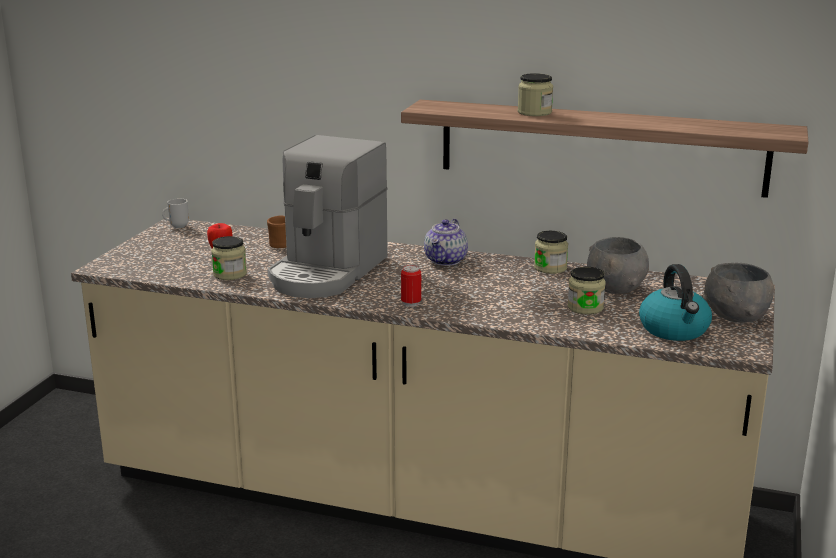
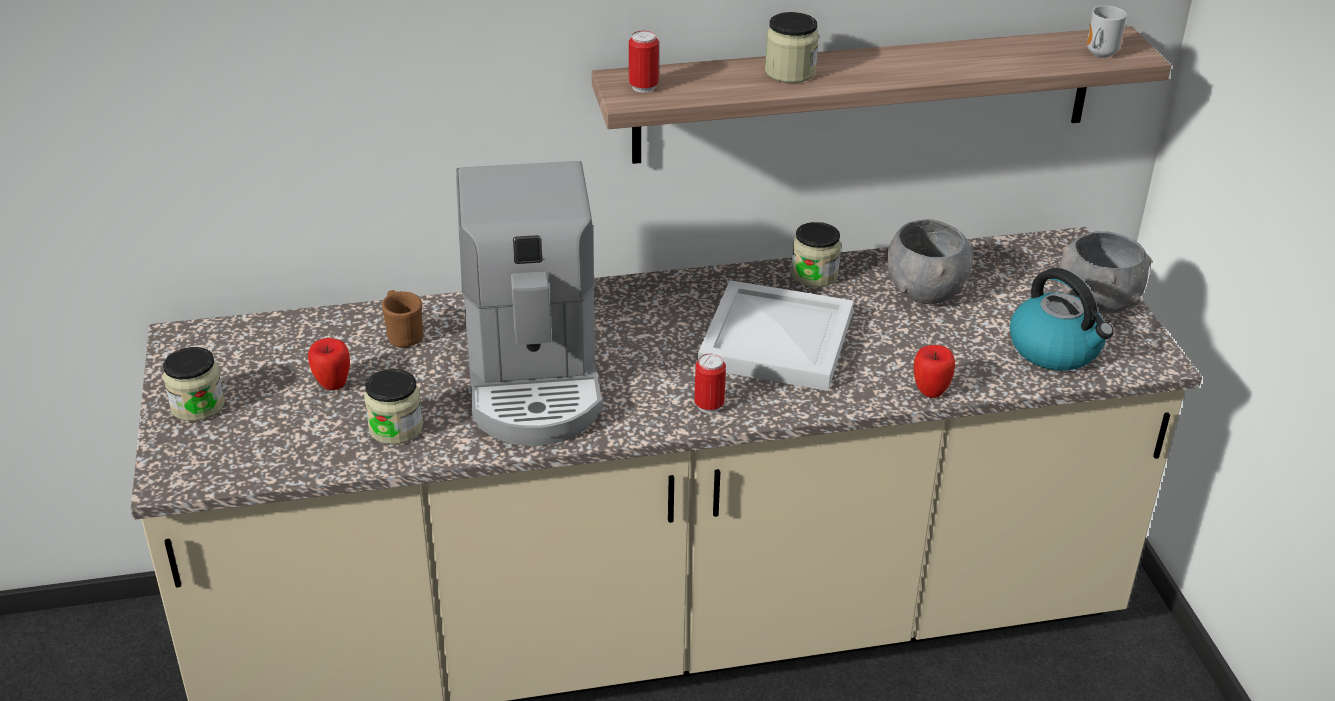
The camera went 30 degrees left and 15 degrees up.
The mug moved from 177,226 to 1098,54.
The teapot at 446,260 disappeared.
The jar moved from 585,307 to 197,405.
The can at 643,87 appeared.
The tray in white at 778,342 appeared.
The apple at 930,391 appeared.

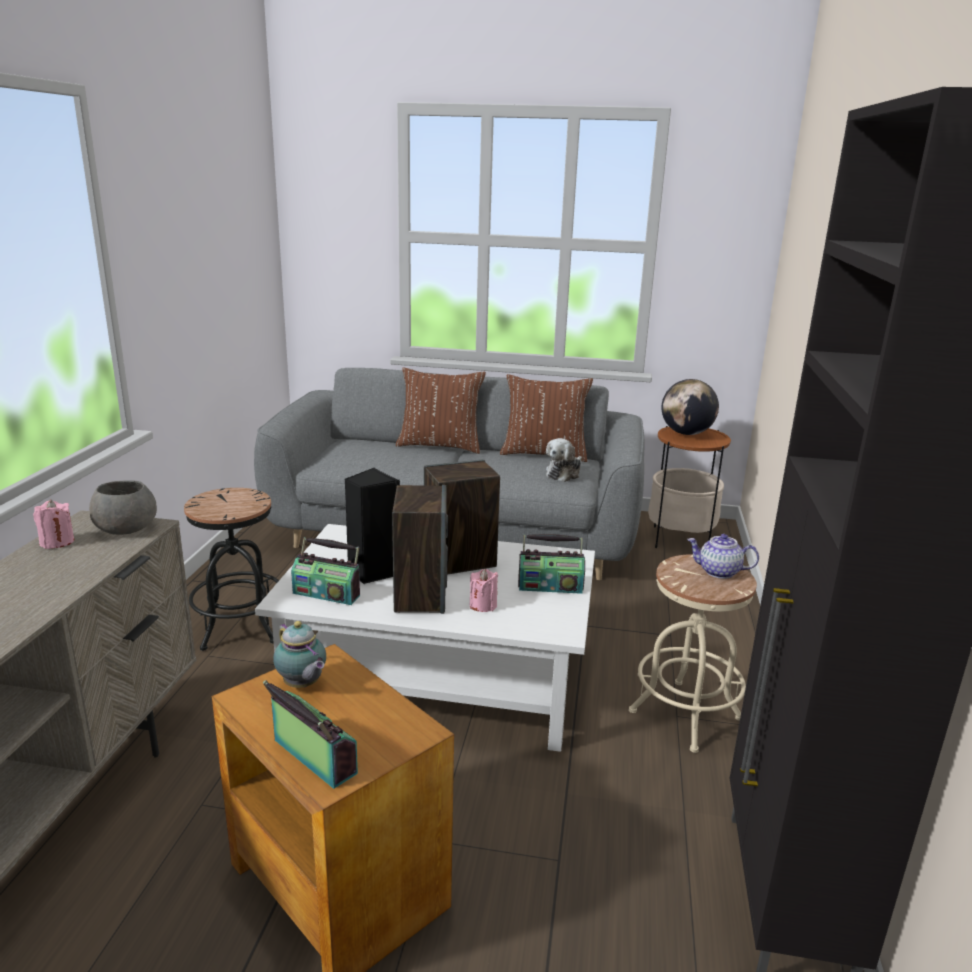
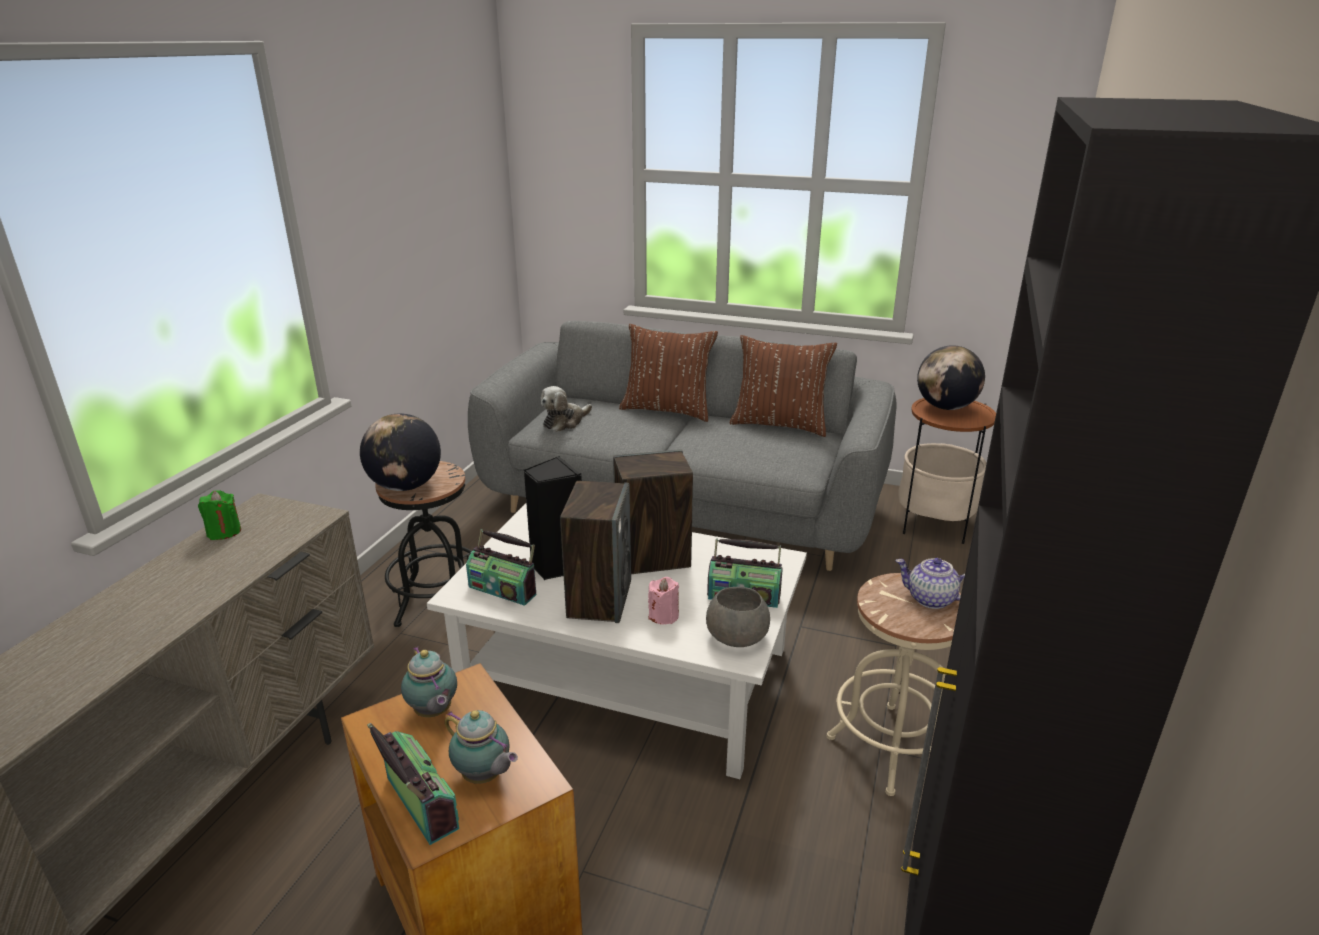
The camera went 10 degrees right and 5 degrees up.
The candle in pink at 57,542 became the candle in green at 224,532.
The bowl in grey moved from 125,528 to 735,636.
The plush toy moved from 564,473 to 565,422.
The globe at 405,486 appeared.
The teapot at 484,776 appeared.

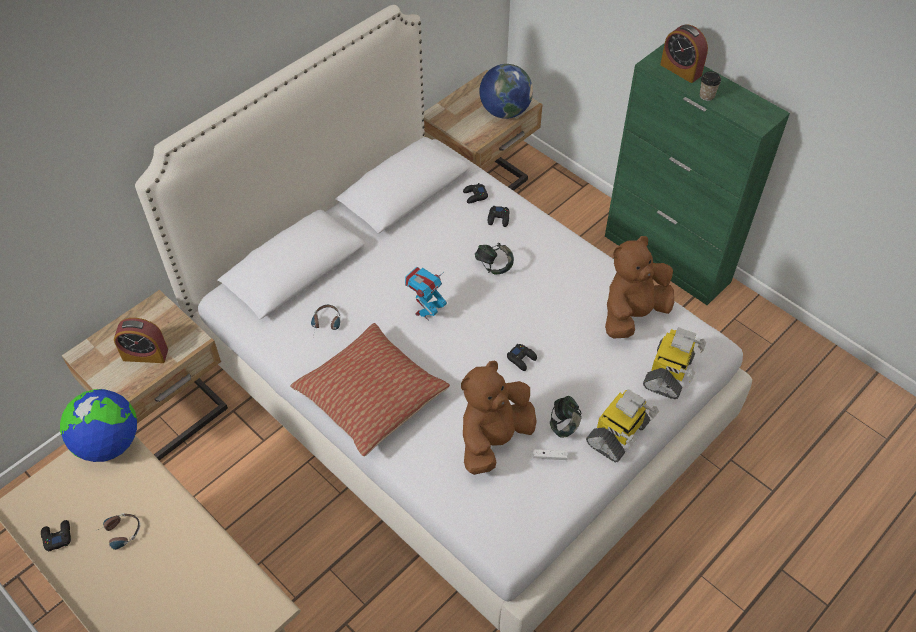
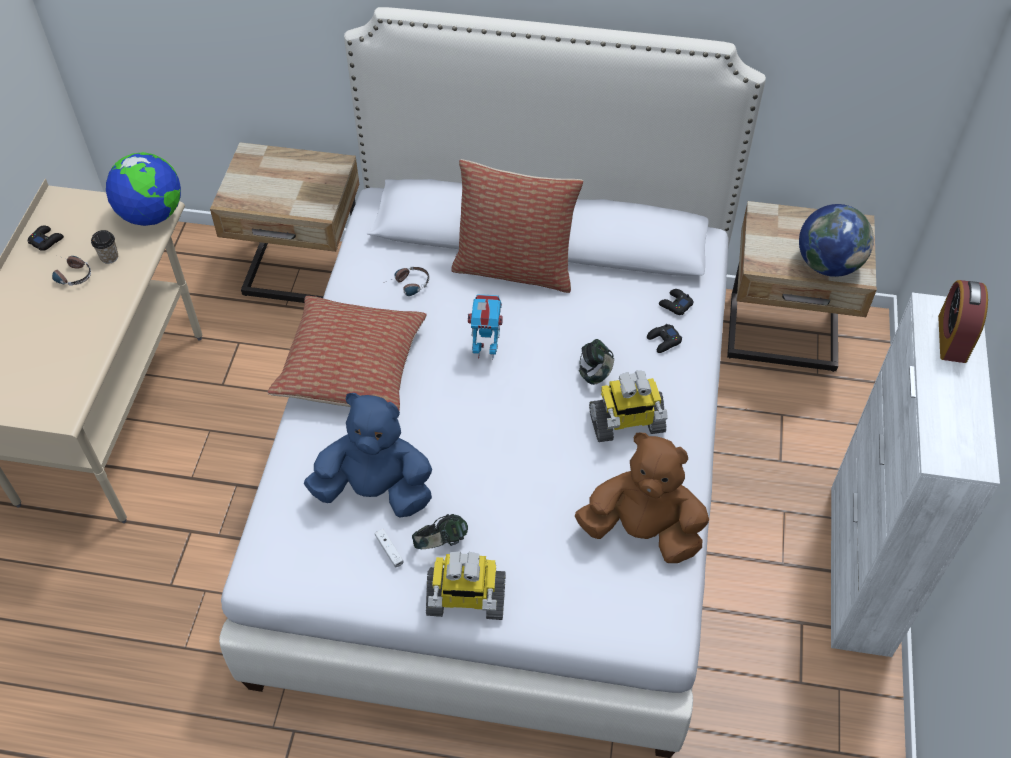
The camera went 55 degrees right and 0 degrees up.
The alarm clock at 145,354 disappeared.
The plush toy in brown at 493,438 became the plush toy in blue at 375,490.
The game controller in black at 522,359 disappeared.
The cabinet in green at 667,259 became the cabinet in white at 859,569.
The toy robot moved from 669,373 to 626,423.
The cup moved from 706,96 to 109,257.
The pillow at 515,267 appeared.

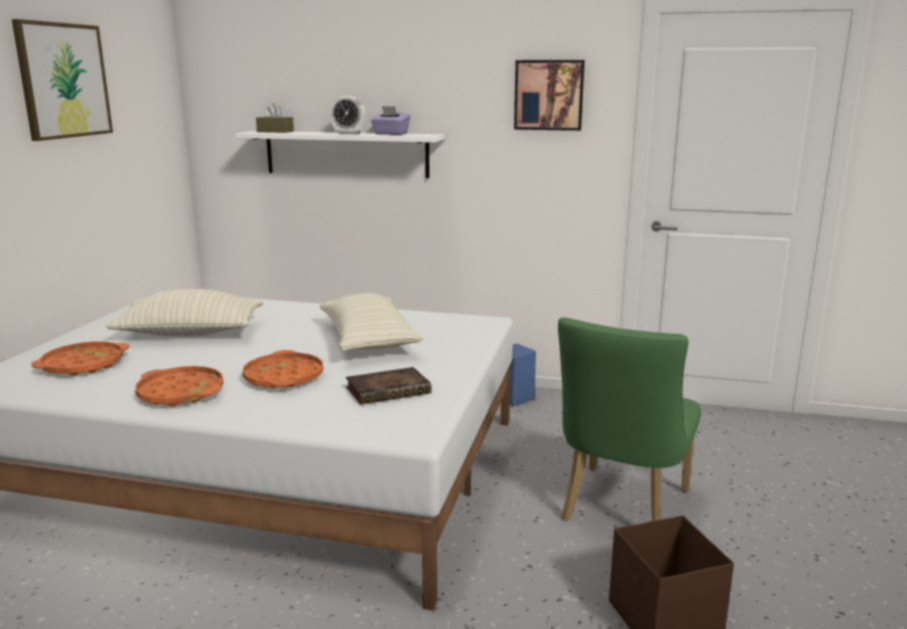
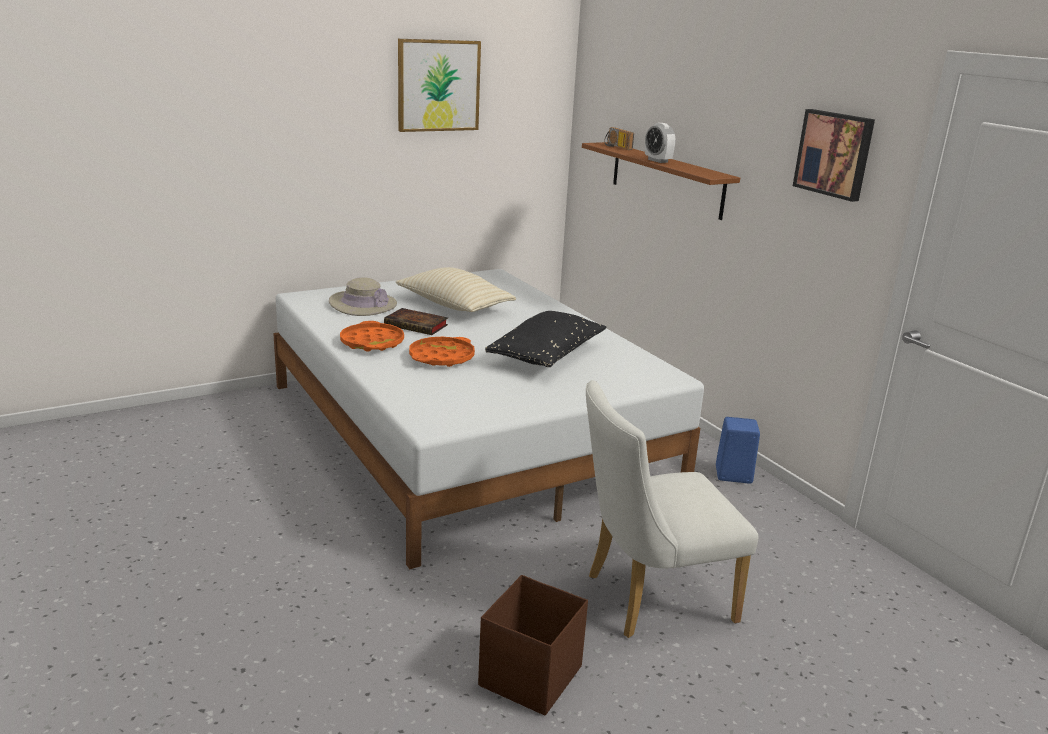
The camera went 45 degrees right and 5 degrees up.
The tray in orange at 83,365 was replaced by the hat in beige at 363,304.
The shelf in white at 346,154 became the shelf in brown at 666,179.
The tissue box in brown at 275,131 was replaced by the radio at 616,147.
The pillow in beige at 368,341 became the pillow in black at 547,356.
The book moved from 390,390 to 418,325.
The tissue box in purple at 390,134 disappeared.
The chair in green at 621,510 became the chair in white at 649,599.

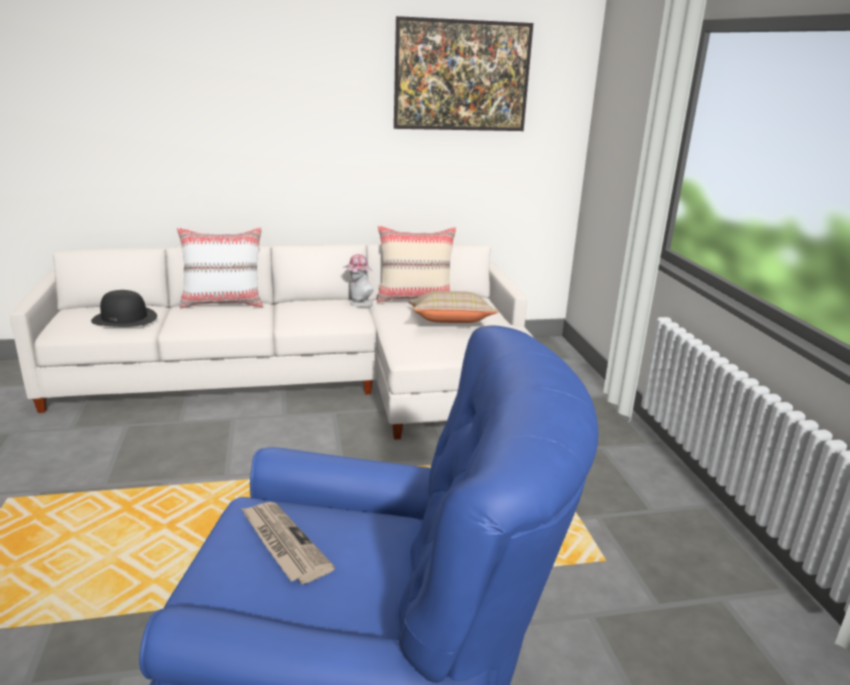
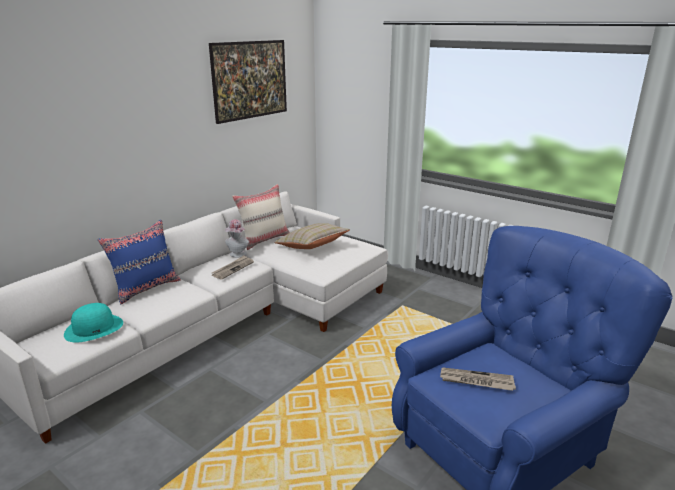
The camera went 40 degrees left and 0 degrees up.
The hat in black at 125,318 became the hat in turquoise at 94,328.
The pillow in white at 223,303 became the pillow in blue at 146,288.
The newspaper at 233,268 appeared.

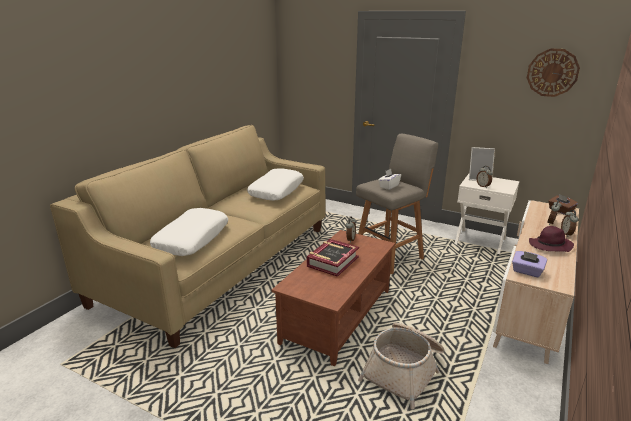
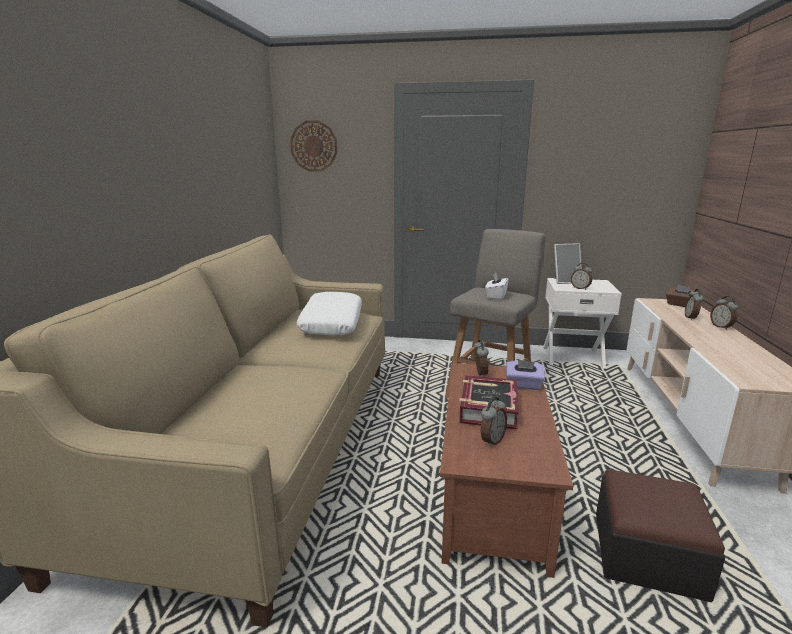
The camera went 20 degrees left and 5 degrees down.
The pillow in white at 192,239 disappeared.
The basket at 404,370 was replaced by the ottoman at 647,554.
The tissue box in purple moved from 527,272 to 523,385.
The wall clock moved from 552,72 to 314,146.
The hat in purple at 550,246 disappeared.
The alarm clock at 491,441 appeared.

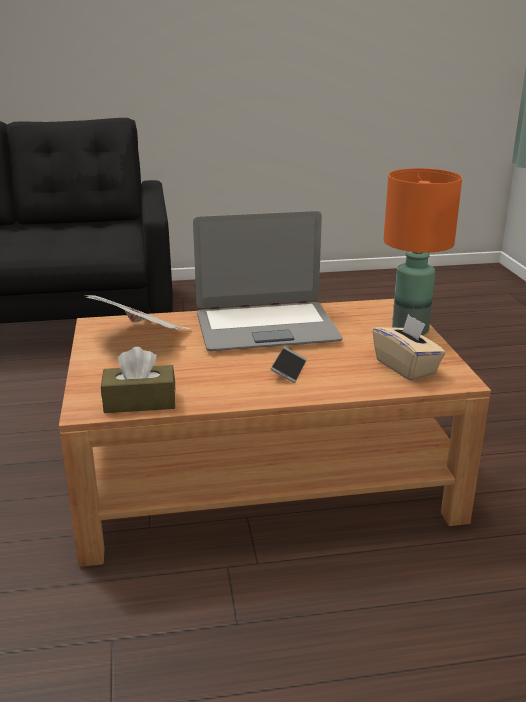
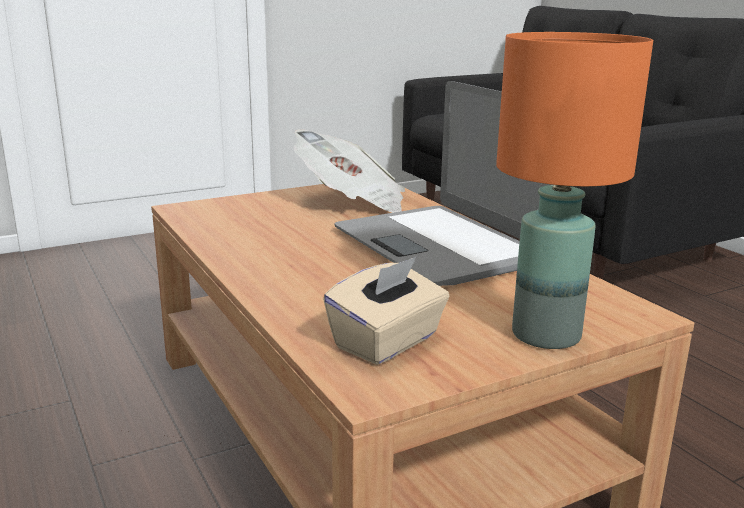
The camera went 70 degrees right and 5 degrees down.
The tissue box in brown at 140,402 disappeared.
The phone at 289,370 disappeared.

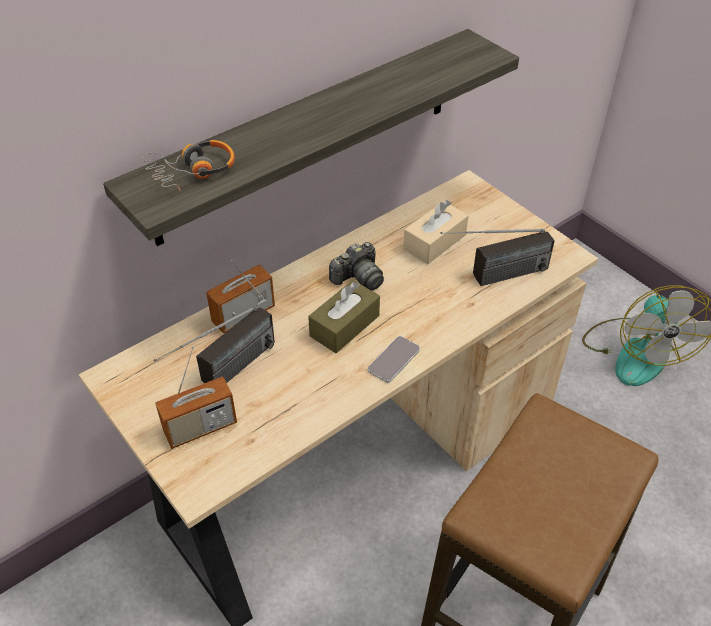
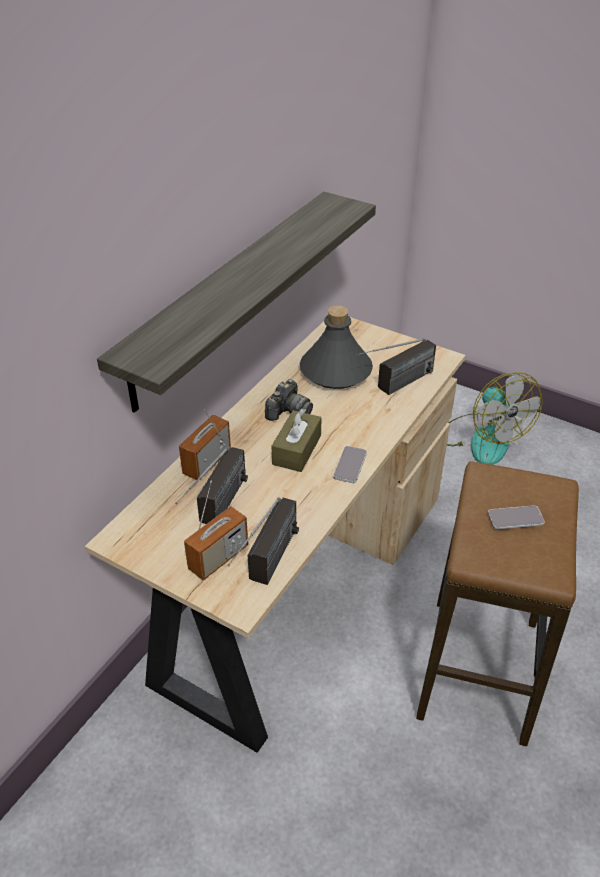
The camera went 20 degrees left and 5 degrees down.
The headphones at 193,172 disappeared.
The tissue box in beige at 434,242 was replaced by the bottle in grey at 335,371.
The radio at 267,569 appeared.
The phone at 515,518 appeared.

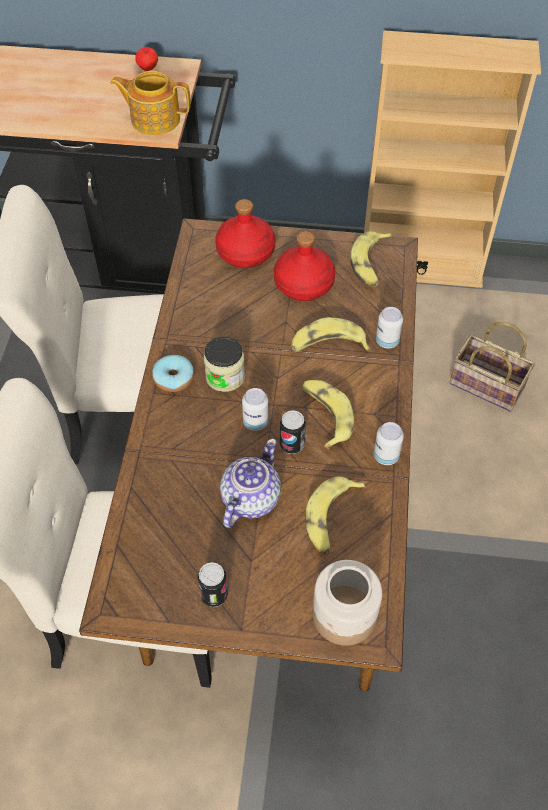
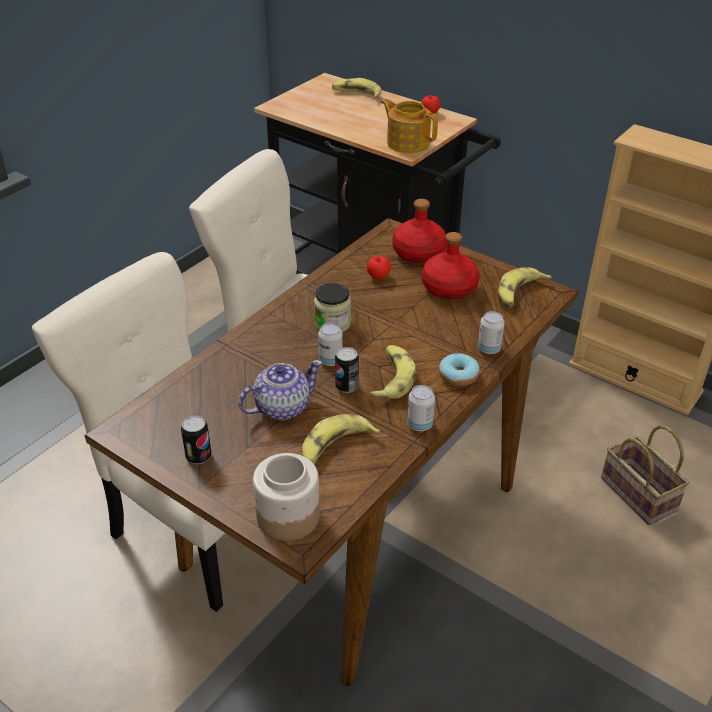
The camera went 30 degrees right and 15 degrees down.
The donut moved from 174,378 to 458,376.
The banana moved from 327,345 to 357,94.
The apple at 378,277 appeared.

